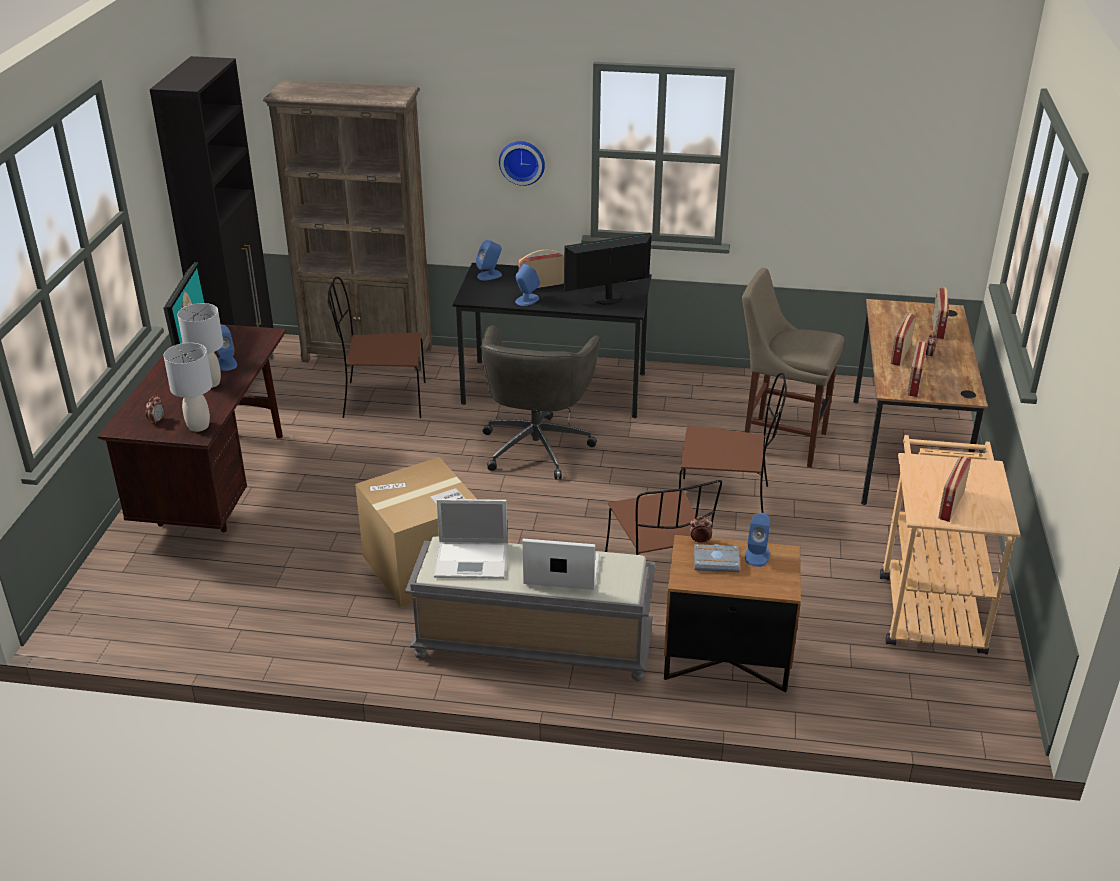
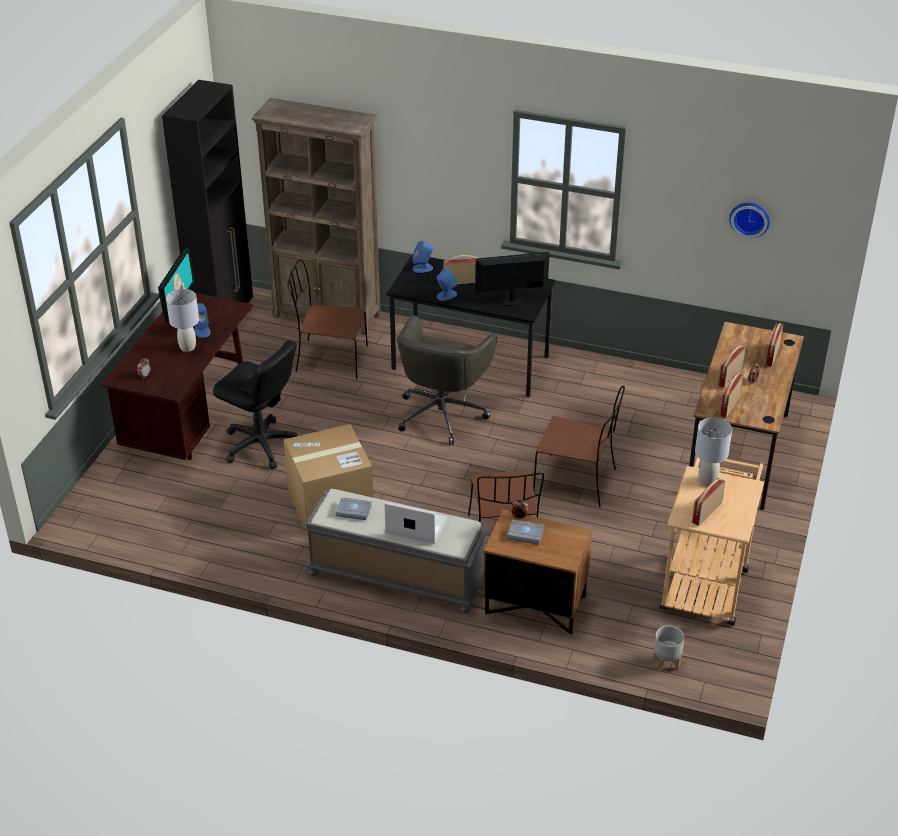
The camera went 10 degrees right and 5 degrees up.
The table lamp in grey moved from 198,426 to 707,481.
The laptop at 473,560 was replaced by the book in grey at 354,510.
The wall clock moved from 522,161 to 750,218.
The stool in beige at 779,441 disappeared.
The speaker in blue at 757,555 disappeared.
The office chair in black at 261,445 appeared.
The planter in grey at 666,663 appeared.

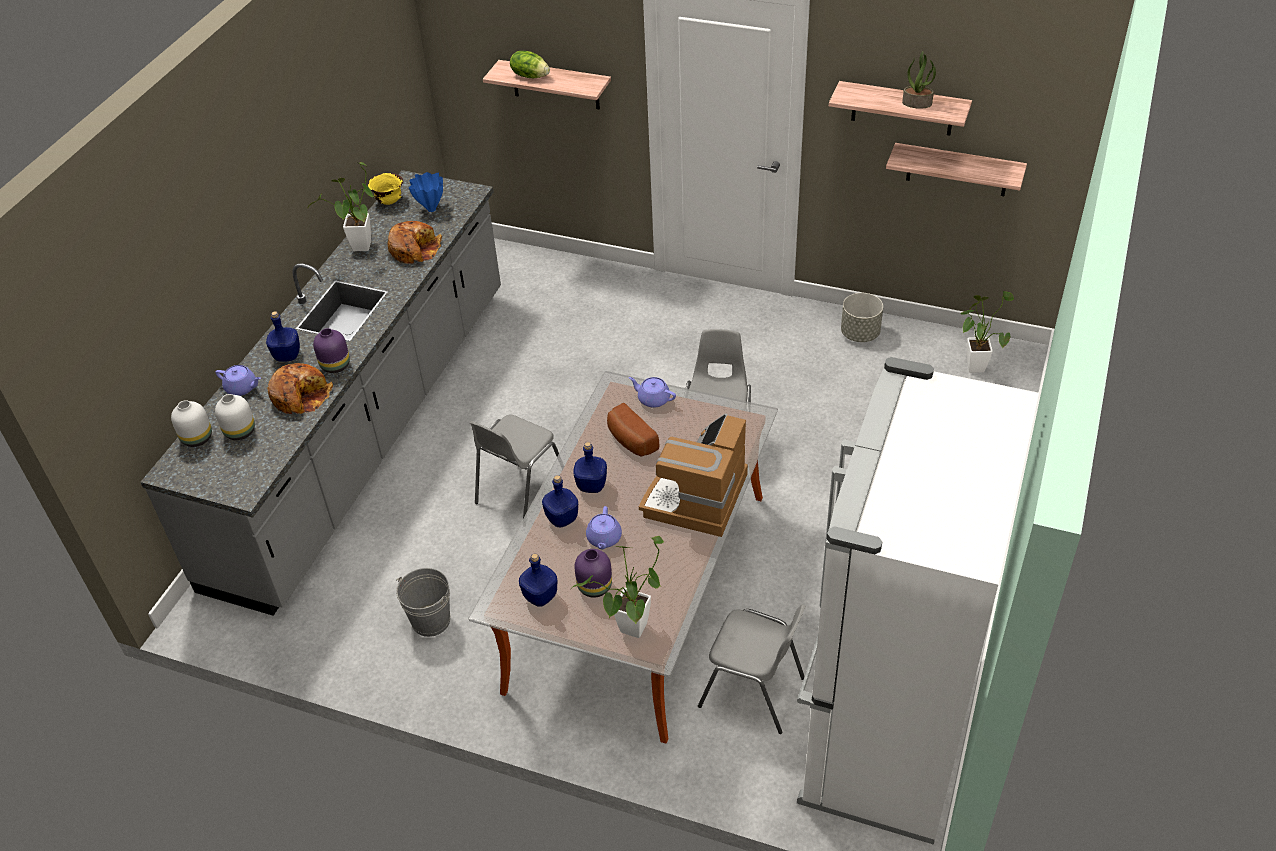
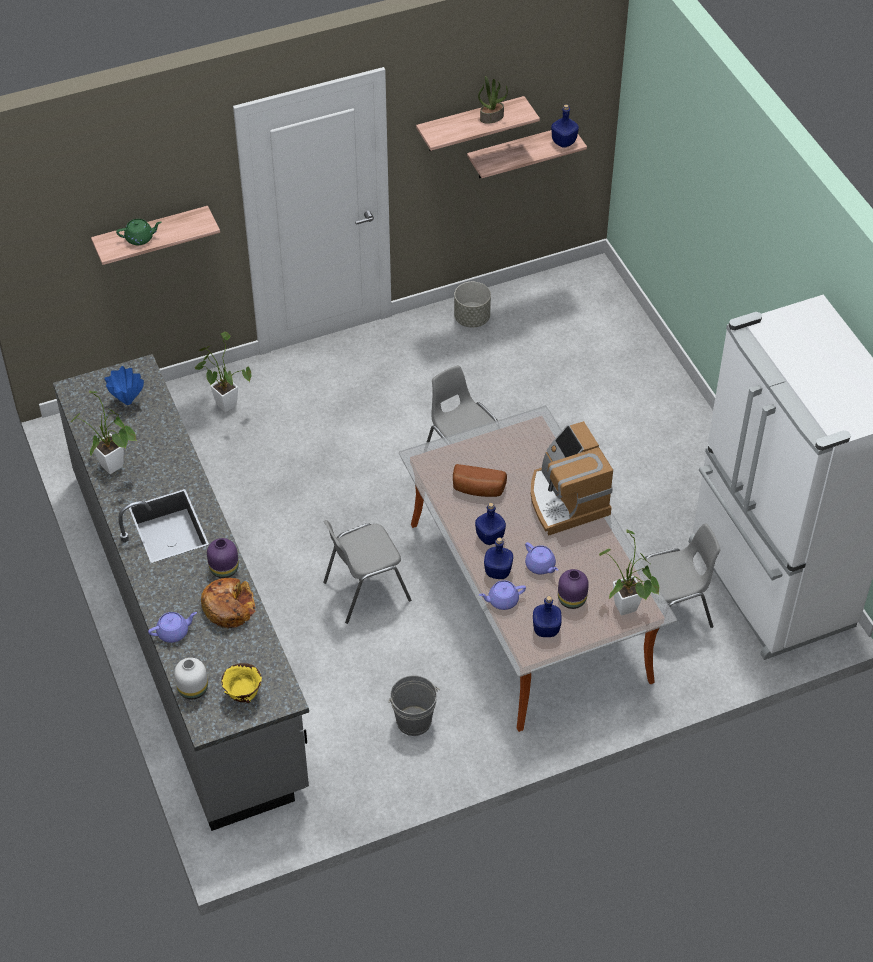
The camera went 45 degrees left and 5 degrees up.
The vase in white at 240,431 disappeared.
The bottle in blue moved from 288,355 to 564,142.
The bowl in yellow moved from 389,202 to 243,694.
The bread at 414,249 disappeared.
The chair in grey at 520,491 turned 75 degrees clockwise.
The lettuce at 530,76 was replaced by the teapot in green at 140,238.
The teapot in purple moved from 653,399 to 502,600.
The potted plant moved from 975,364 to 224,403.

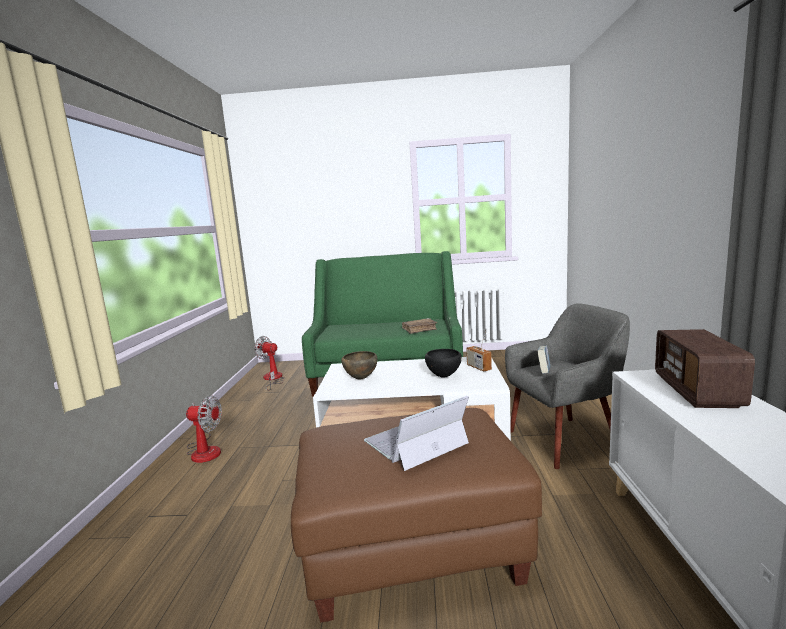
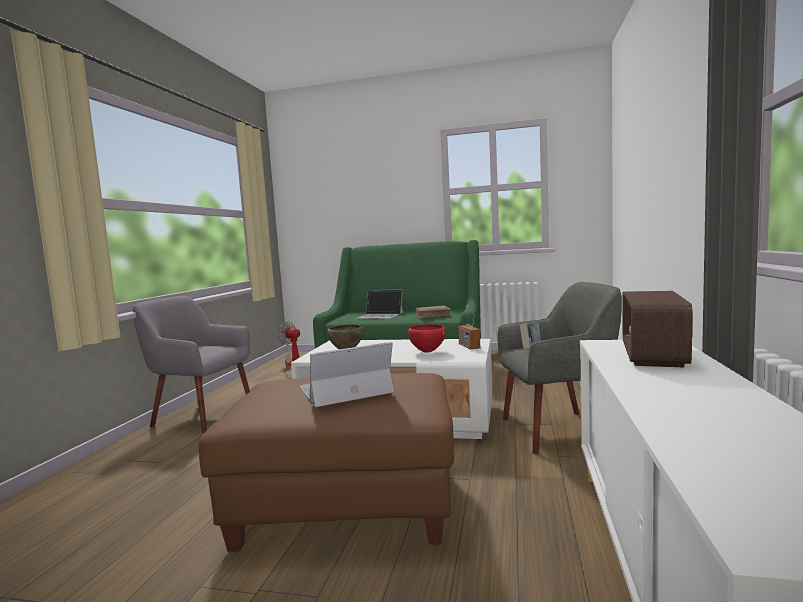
The camera went 10 degrees right and 5 degrees down.
The fan at 205,450 was replaced by the armchair in grey at 202,416.
The bowl in black at 443,376 became the bowl in red at 427,352.
The laptop at 380,315 appeared.

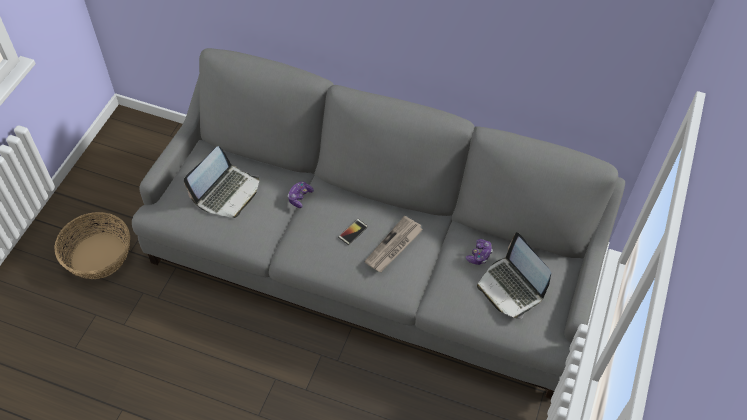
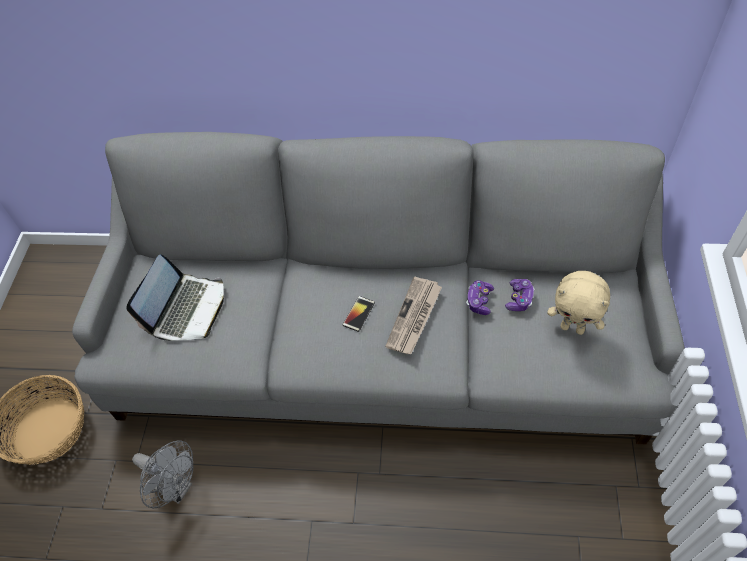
The camera went 10 degrees left and 0 degrees up.
The game controller moved from 300,197 to 479,301.
The laptop at 511,288 was replaced by the plush toy in beige at 573,328.
The fan in grey at 176,488 appeared.

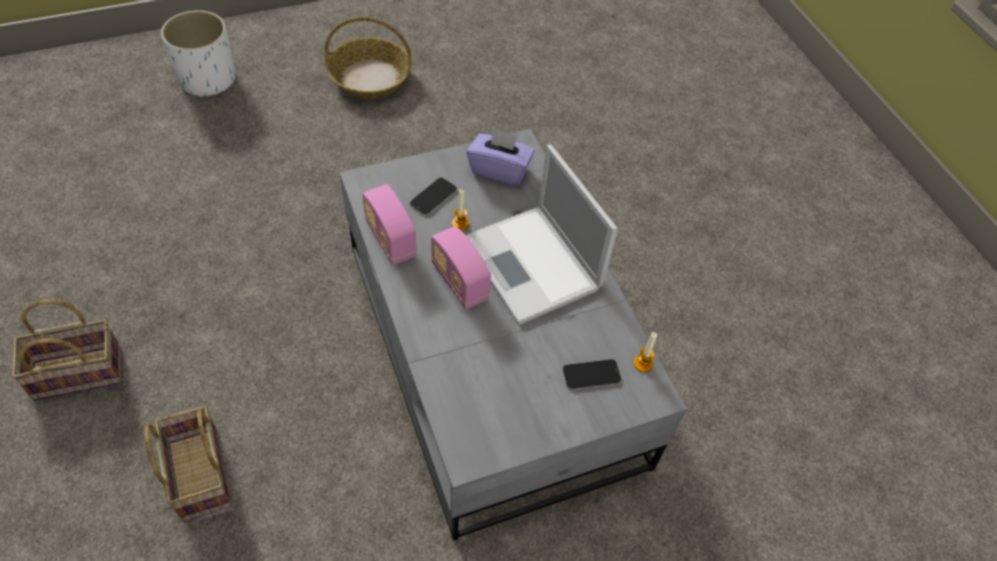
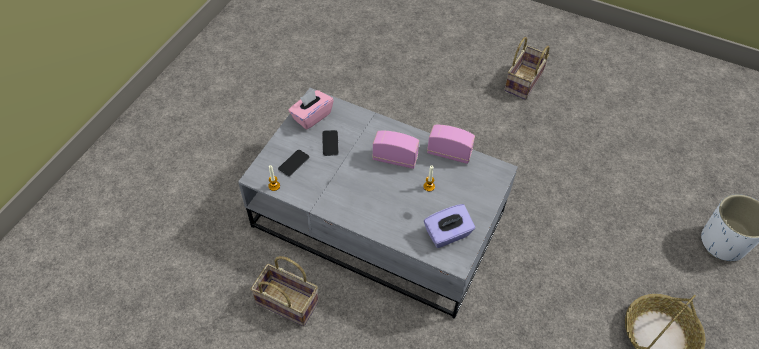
The camera went 140 degrees right and 0 degrees up.
The basket moved from 198,473 to 289,302.
The phone moved from 433,197 to 330,143.
The laptop at 533,265 disappeared.
The tissue box in pink at 311,116 appeared.

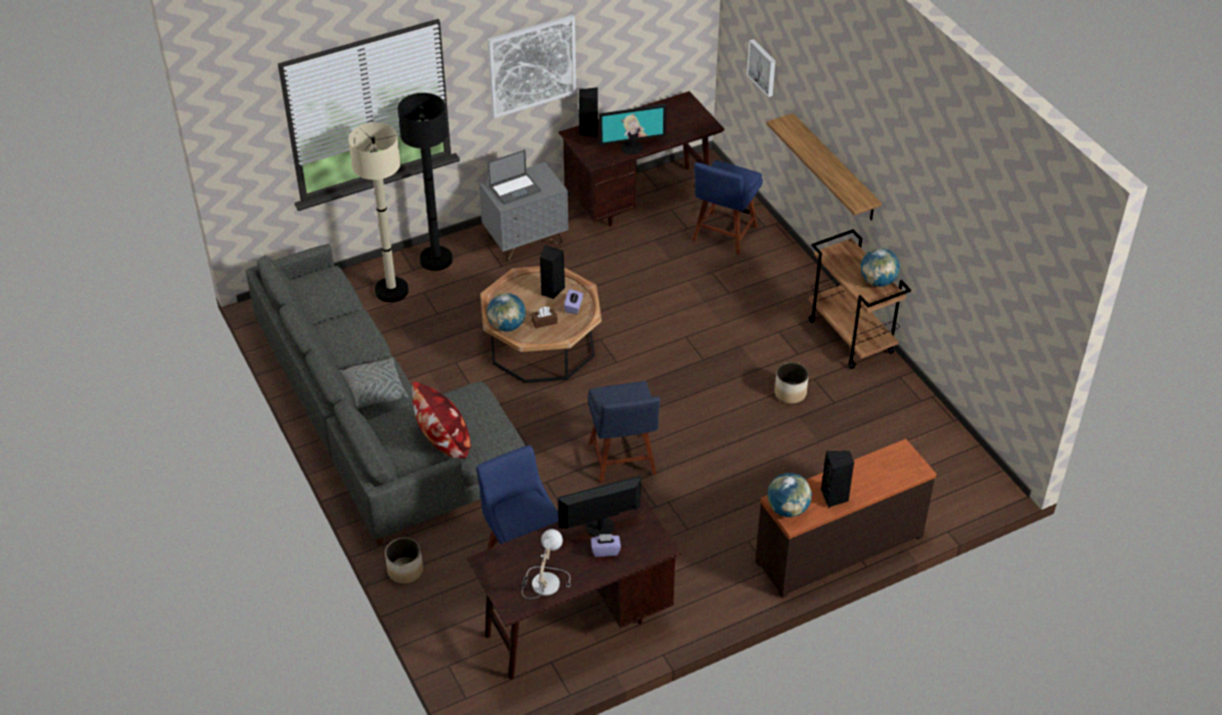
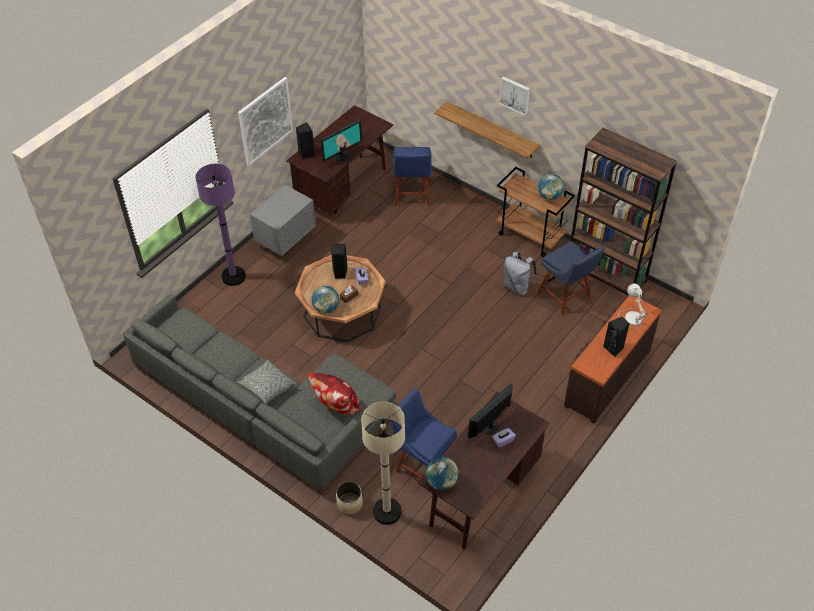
The camera went 25 degrees left and 5 degrees up.
The floor lamp in beige moved from 391,290 to 387,511.
The floor lamp in black at 436,259 became the floor lamp in purple at 233,276.
The laptop at 515,188 disappeared.
The table lamp moved from 543,582 to 631,318.
The chair in blue moved from 623,461 to 566,296.
The picture moved from 763,67 to 515,95.
The globe moved from 788,509 to 441,482.
The planter at 790,393 was replaced by the backpack in grey at 517,286.
The bookcase in brown at 606,274 appeared.

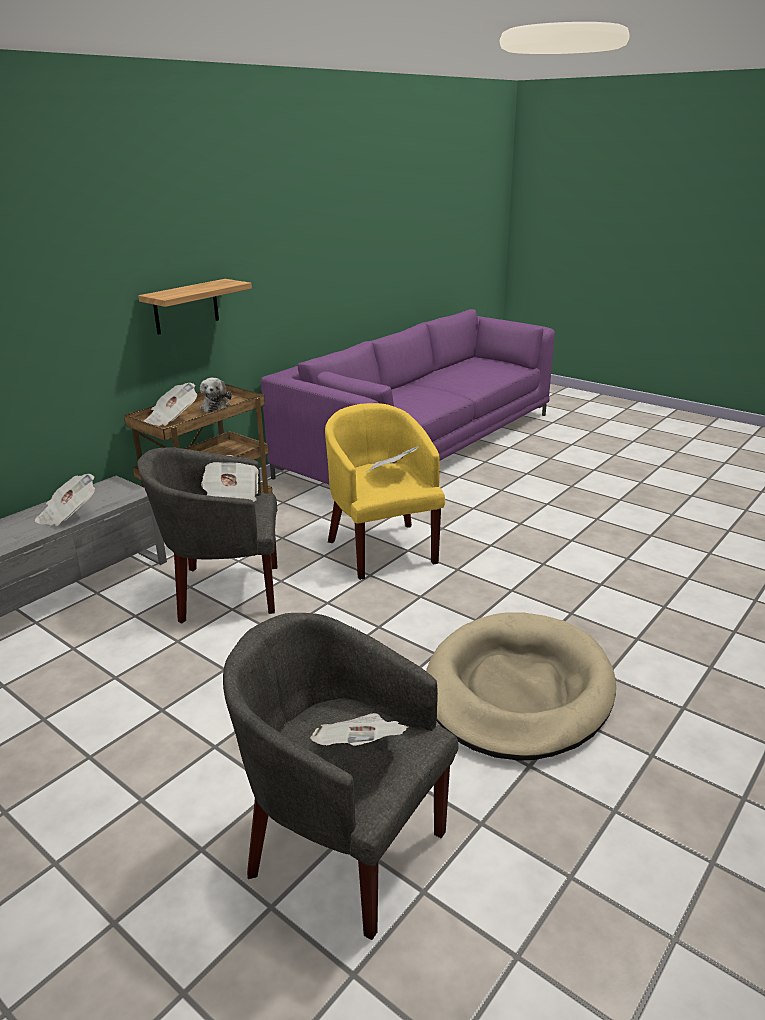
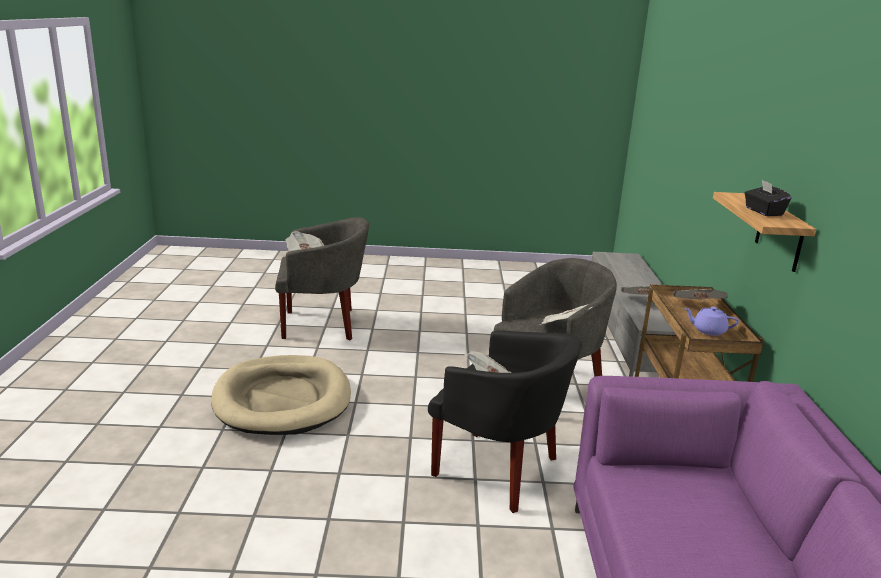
The camera went 140 degrees right and 5 degrees down.
The plush toy at 216,407 was replaced by the teapot in purple at 708,330.
The armchair in yellow at 382,548 became the armchair in black at 500,470.
The tissue box in black at 763,212 appeared.

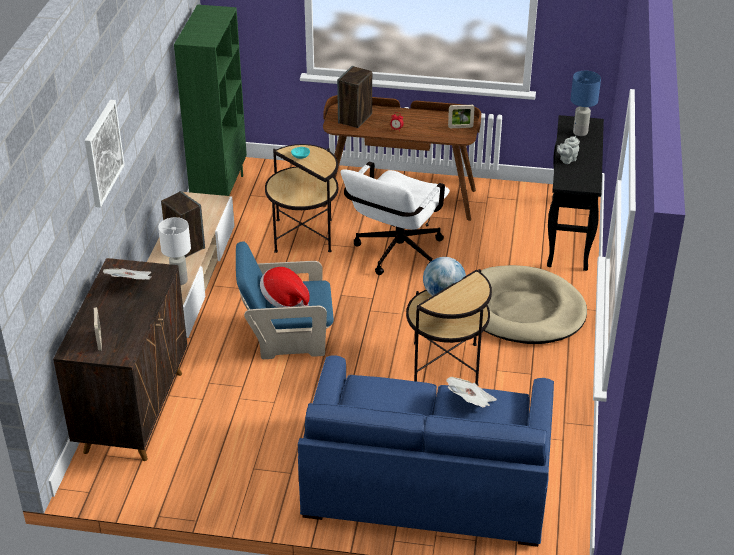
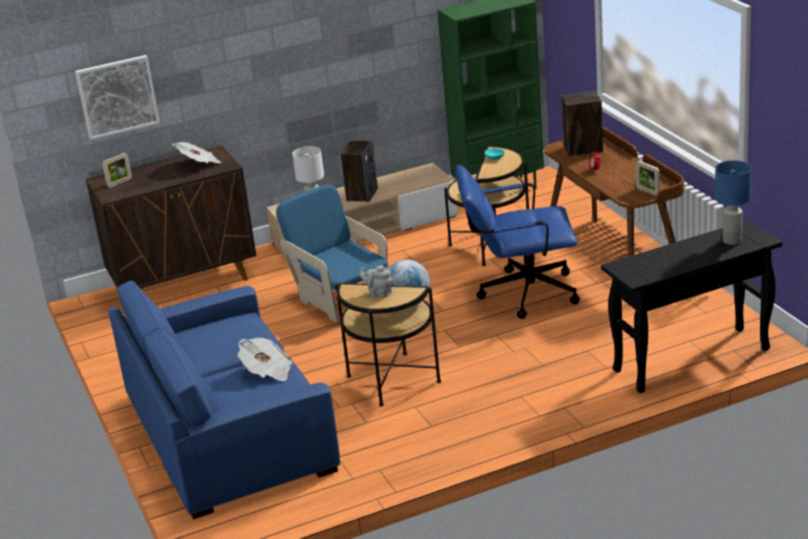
The camera went 60 degrees right and 10 degrees down.
The picture moved from 102,153 to 117,96.
The hat at 284,300 disappeared.
The office chair in white at 395,255 became the office chair in blue at 520,294.
The dog bed in beige at 523,310 disappeared.
The teapot in grey moved from 567,160 to 379,293.

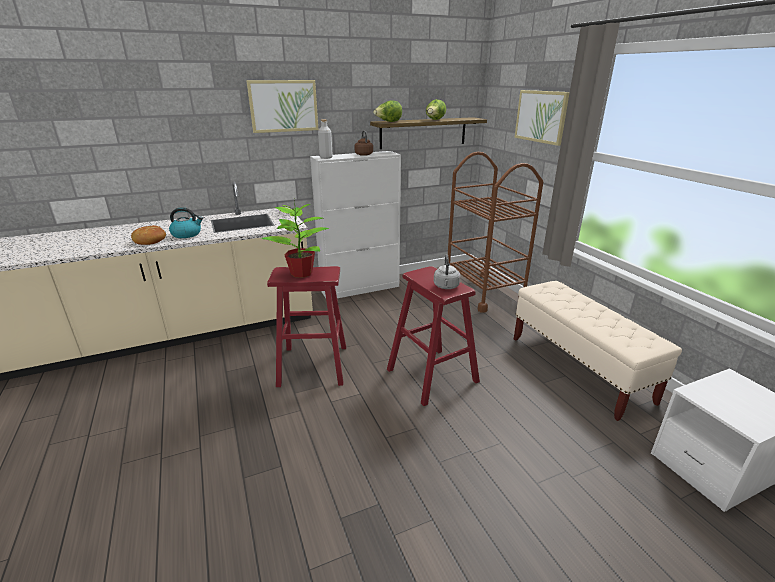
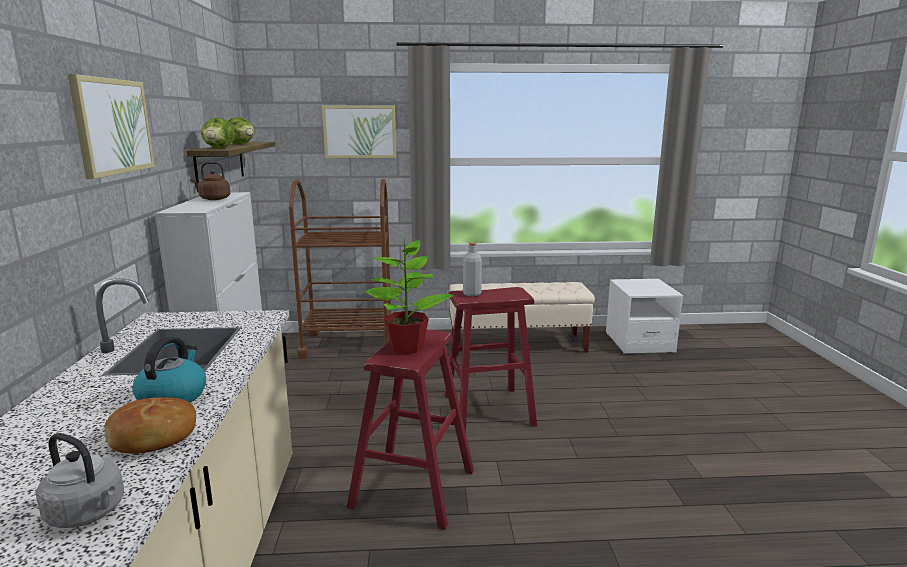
The camera went 70 degrees left and 10 degrees down.
The bottle in grey moved from 326,157 to 472,294.
The kettle in grey moved from 446,287 to 88,513.

